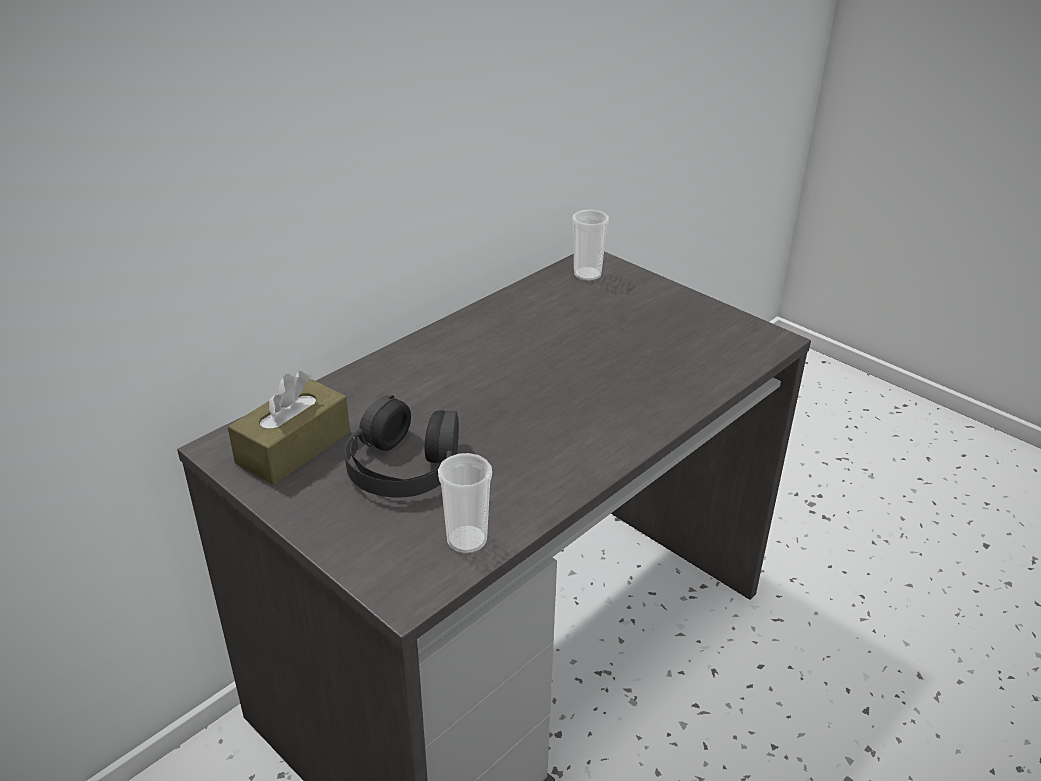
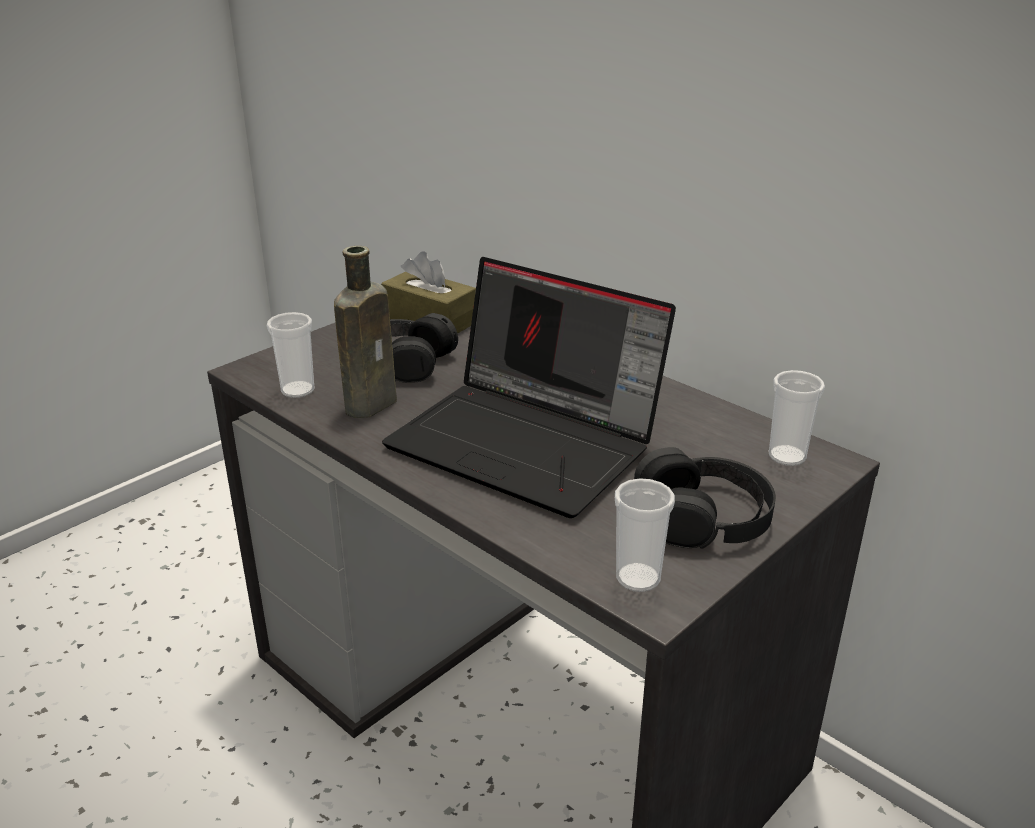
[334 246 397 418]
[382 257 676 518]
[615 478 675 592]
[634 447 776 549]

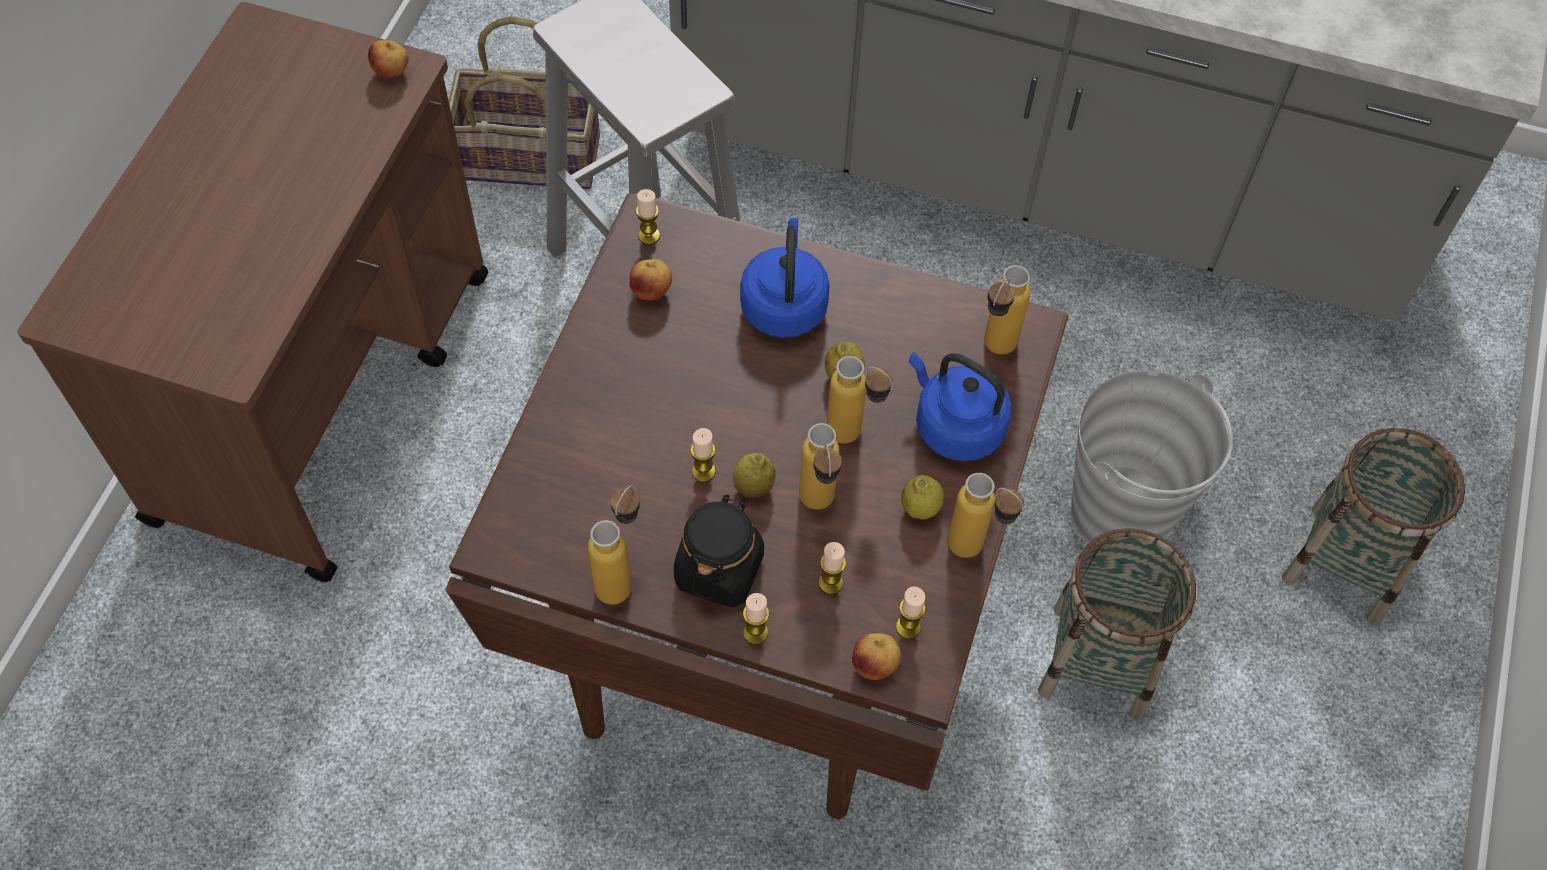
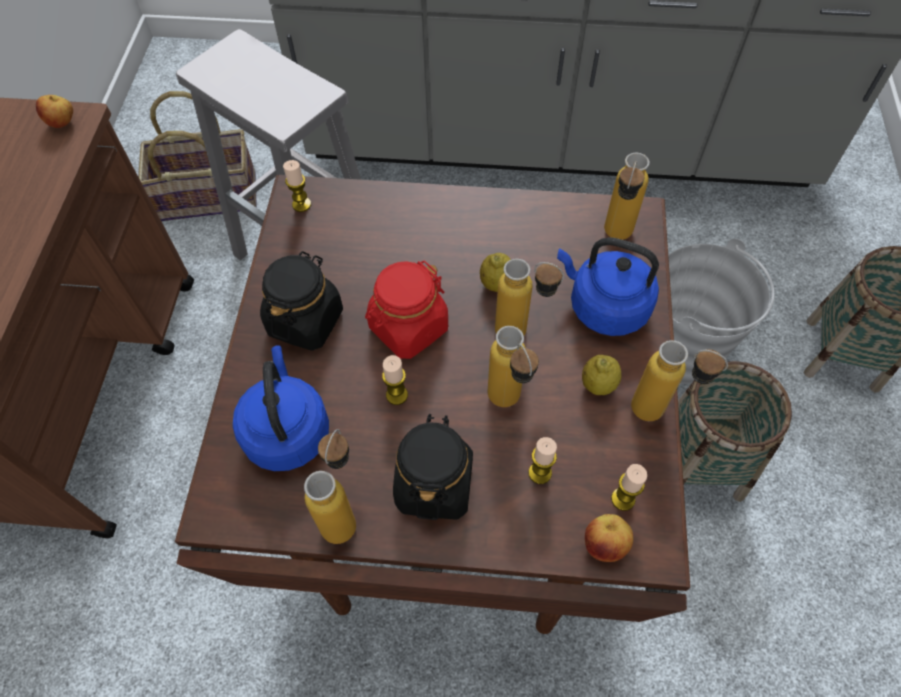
[629 259 672 301] (first image)
[733 453 776 498] (first image)
[743 593 769 645] (first image)
[260 251 343 351]
[365 261 448 359]
[233 345 329 471]

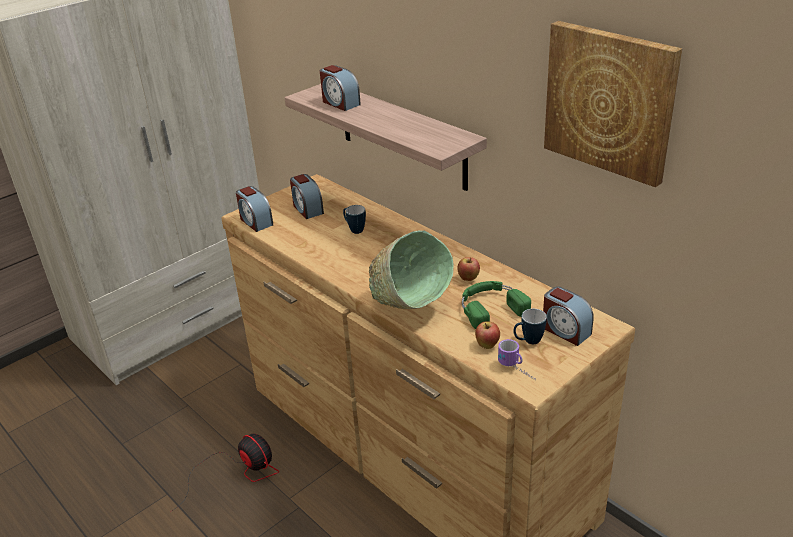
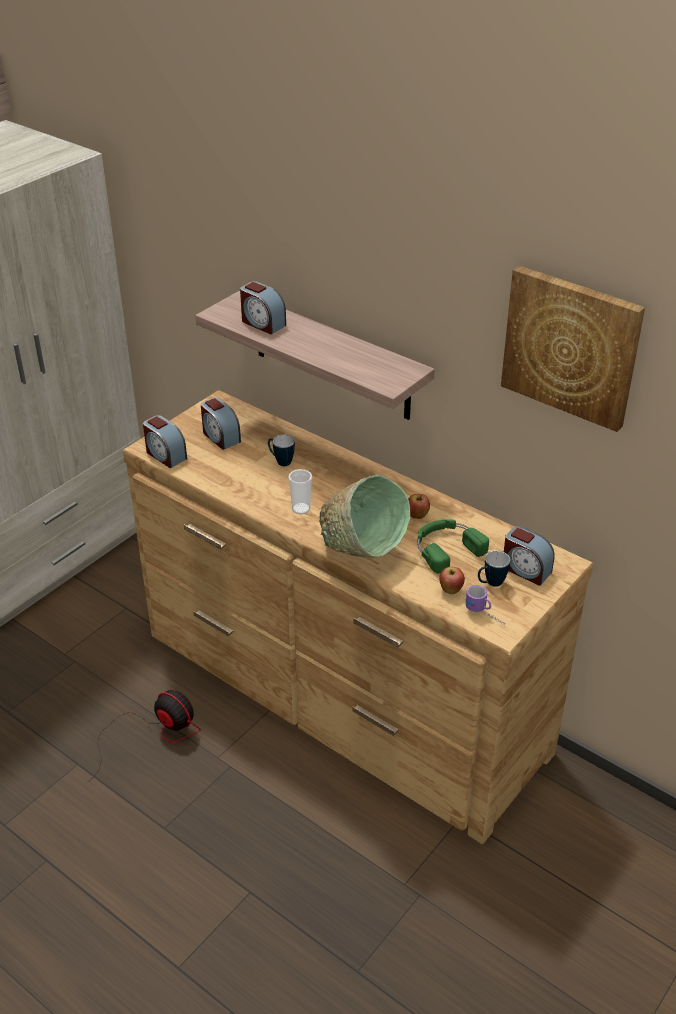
[288 469 312 514]

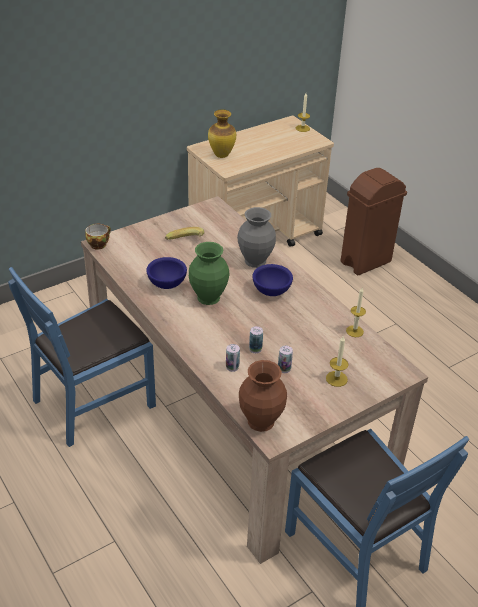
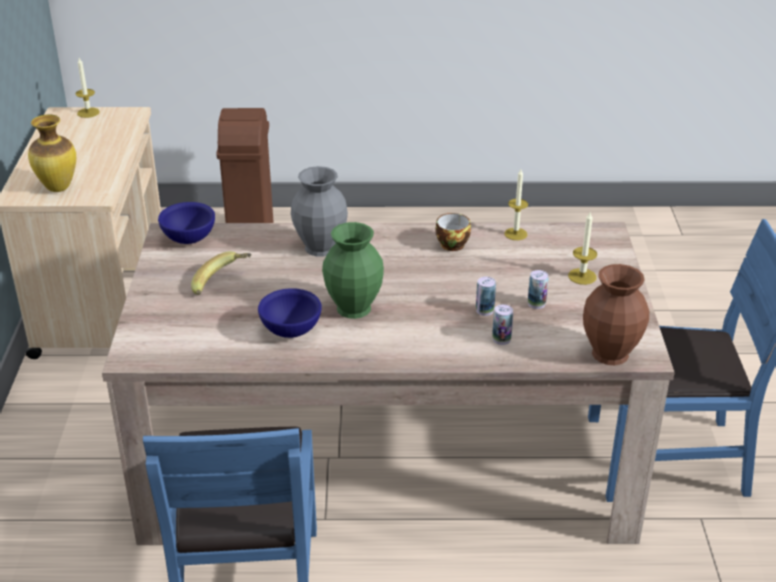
[436 213 471 251]
[158 202 215 244]

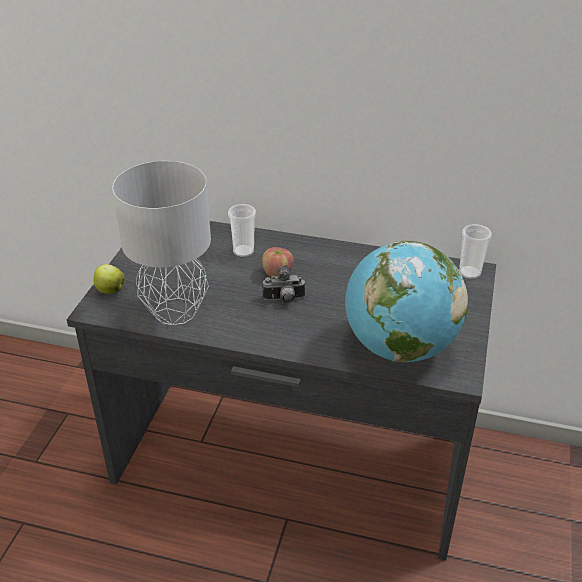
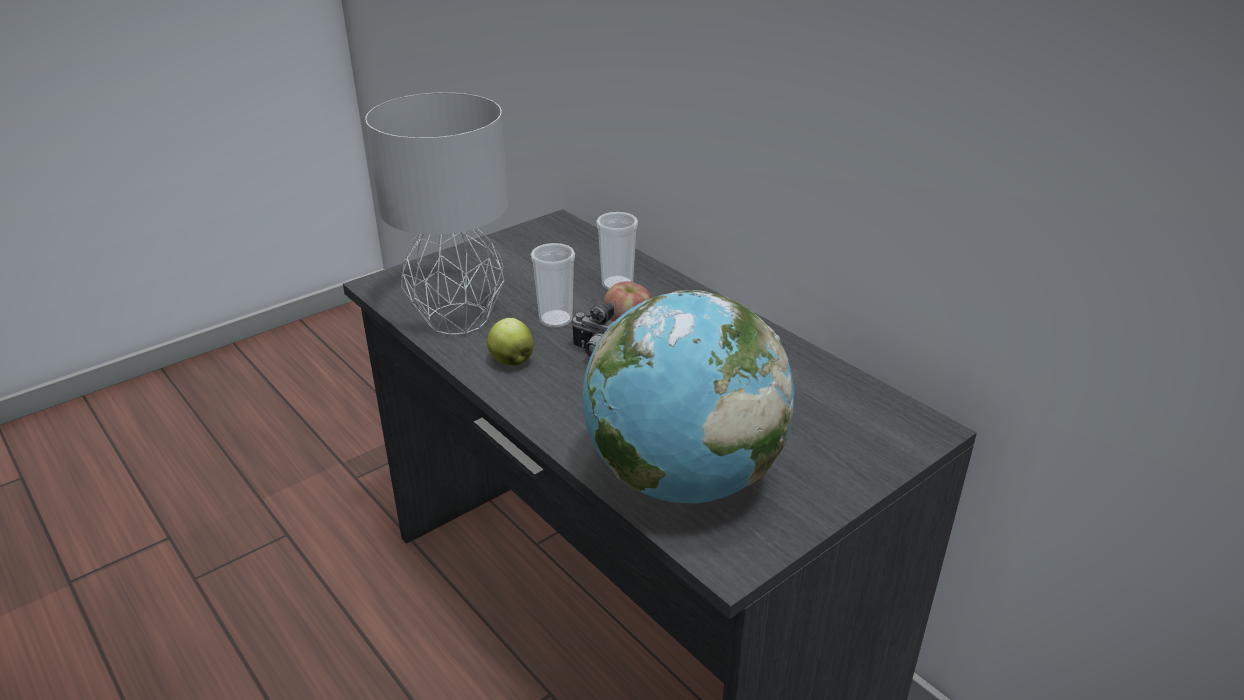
[487 318 534 365]
[531 243 575 328]

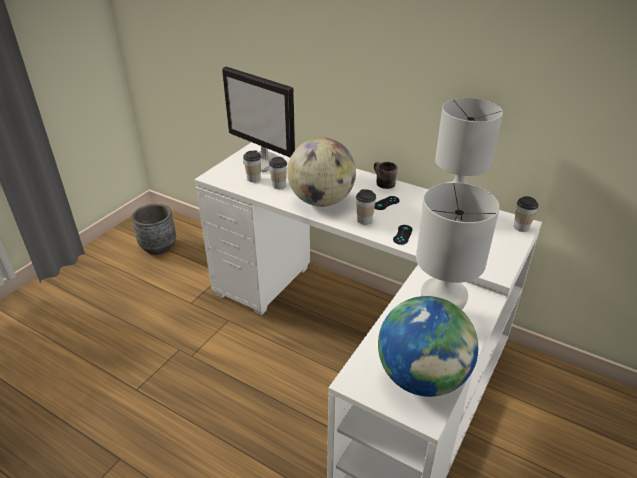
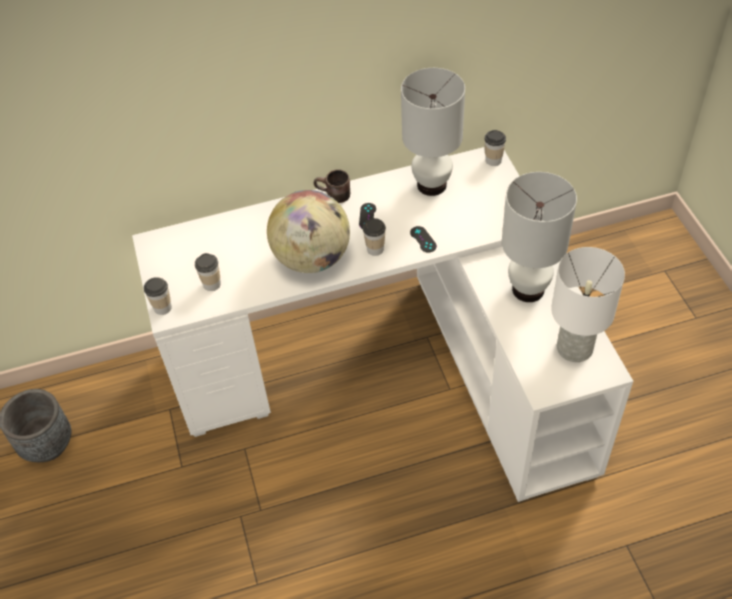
[222 67 295 172] (first image)
[144 277 172 315]
[551 247 625 362]

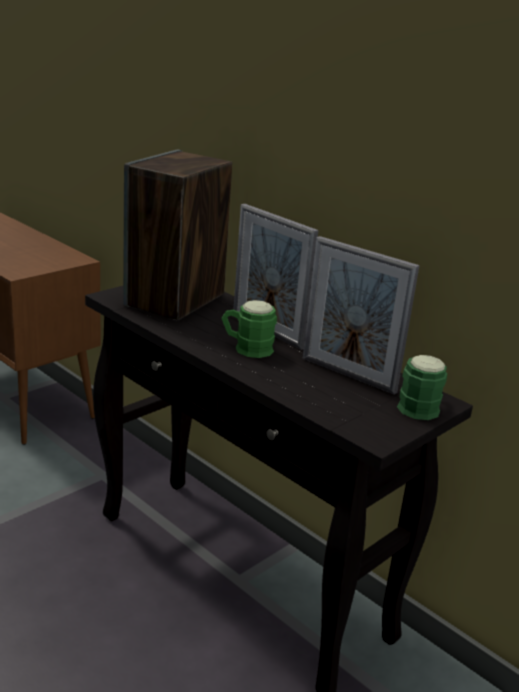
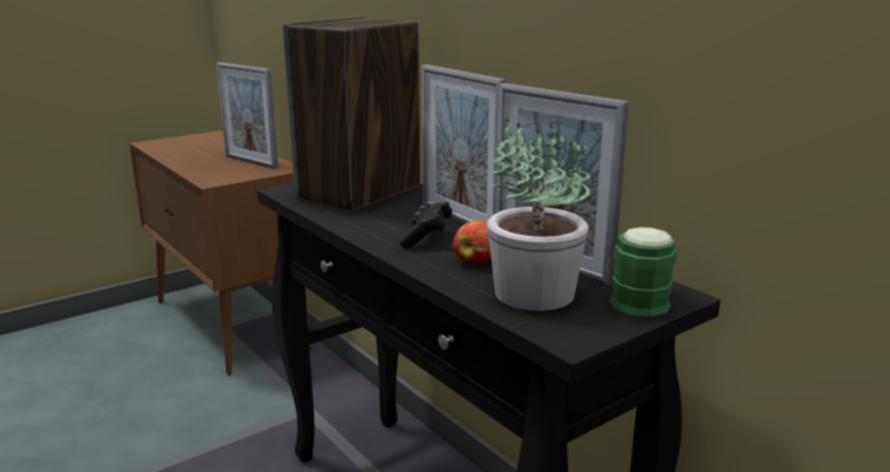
[216 62 278 169]
[453 220 491 264]
[487 115 590 311]
[400 202 453 248]

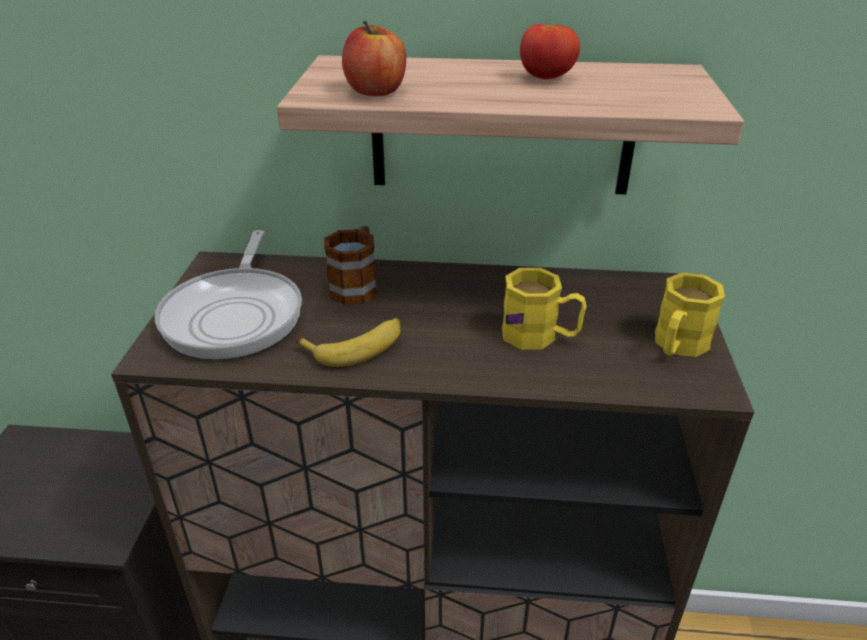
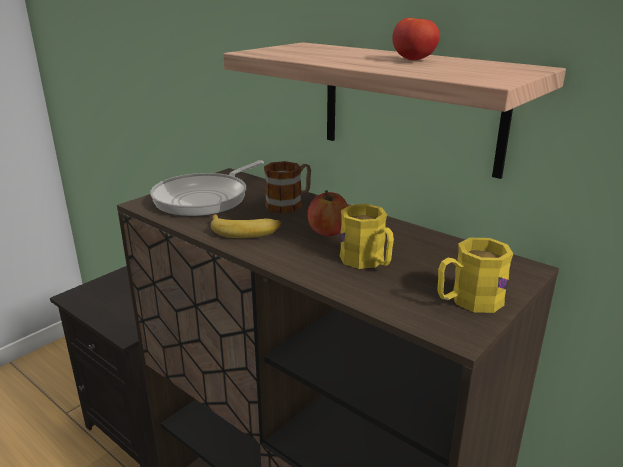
[308 190 348 236]

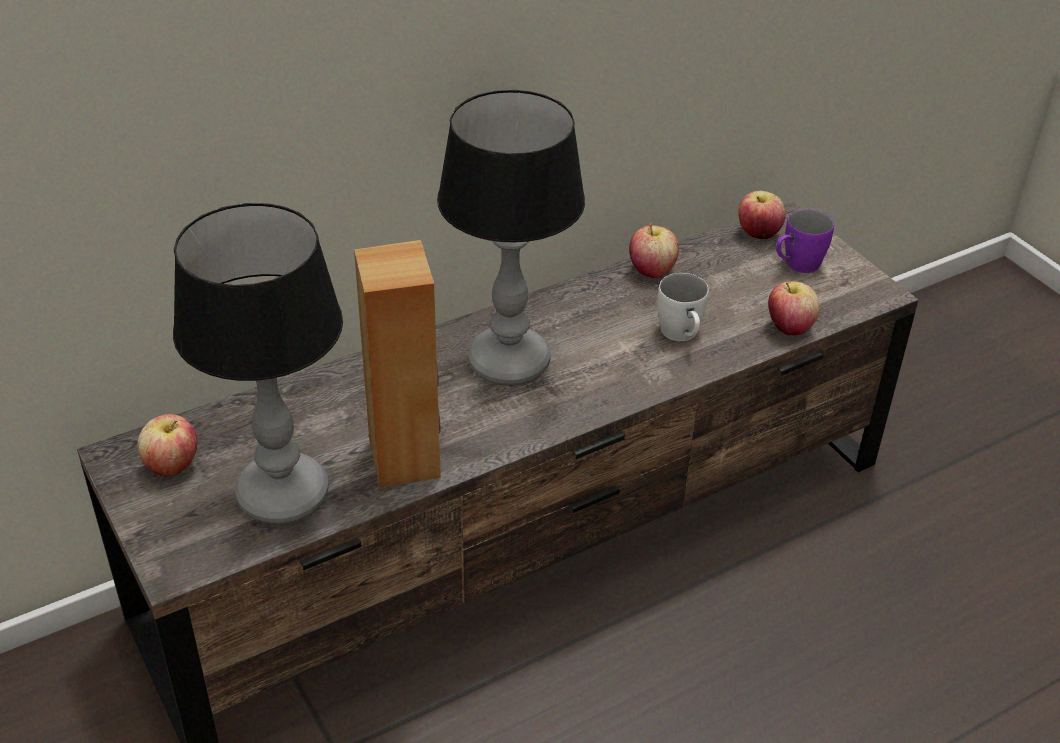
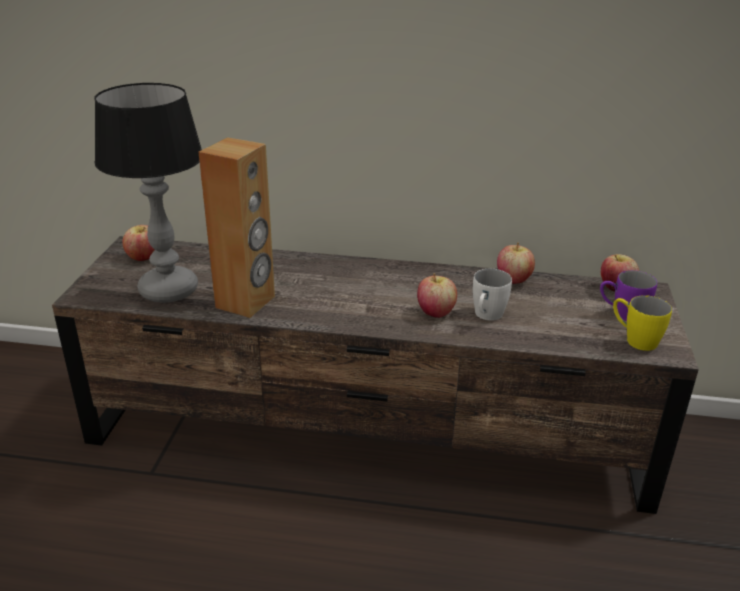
[437 90 585 386] (first image)
[613 295 672 351]
[417 273 457 318]

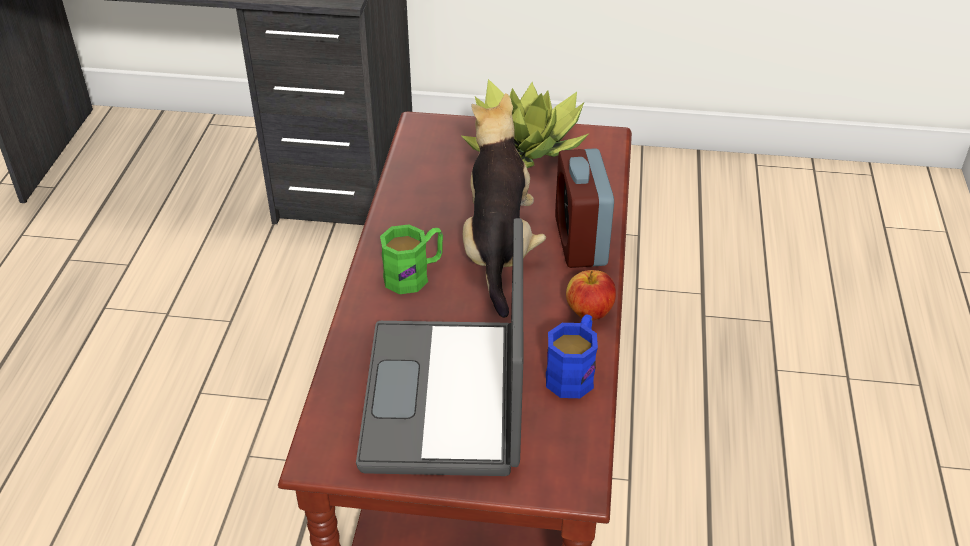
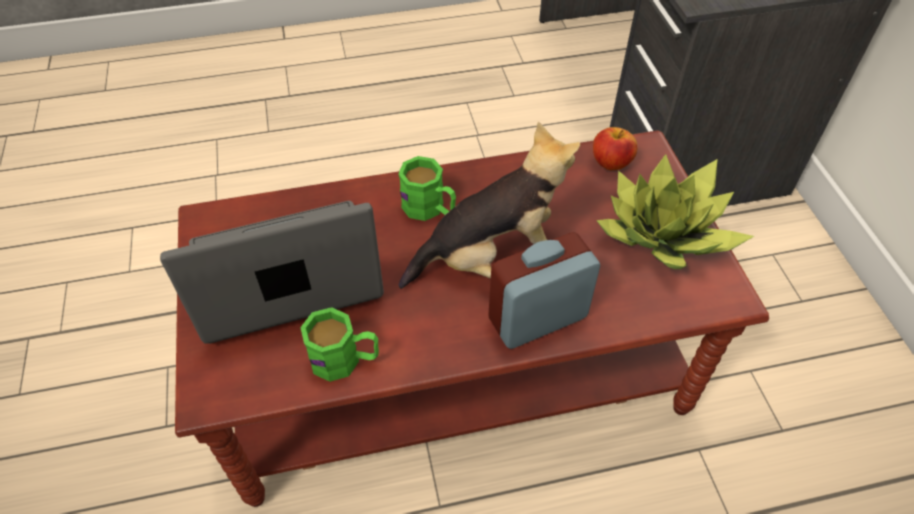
[593 127 637 170]
[300 307 379 382]

